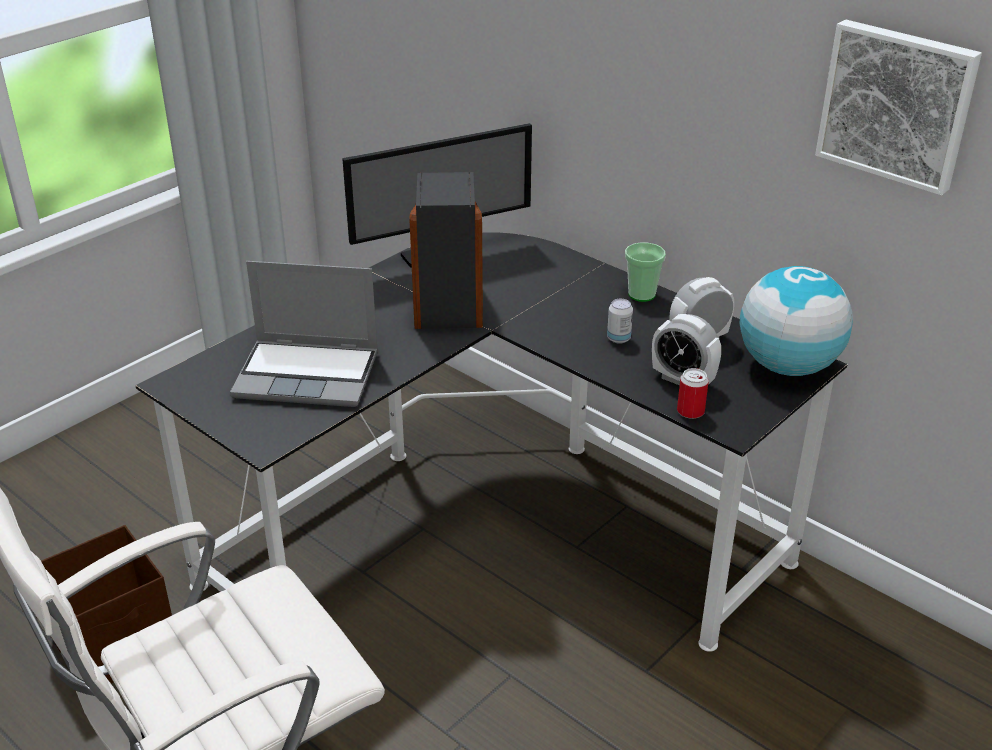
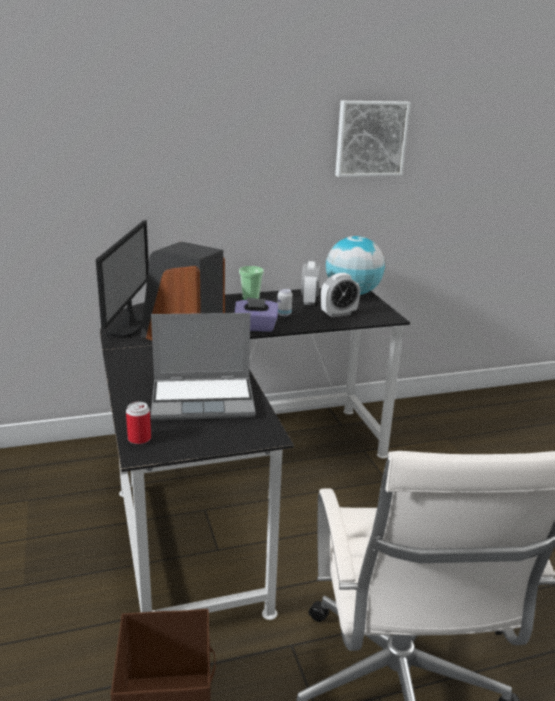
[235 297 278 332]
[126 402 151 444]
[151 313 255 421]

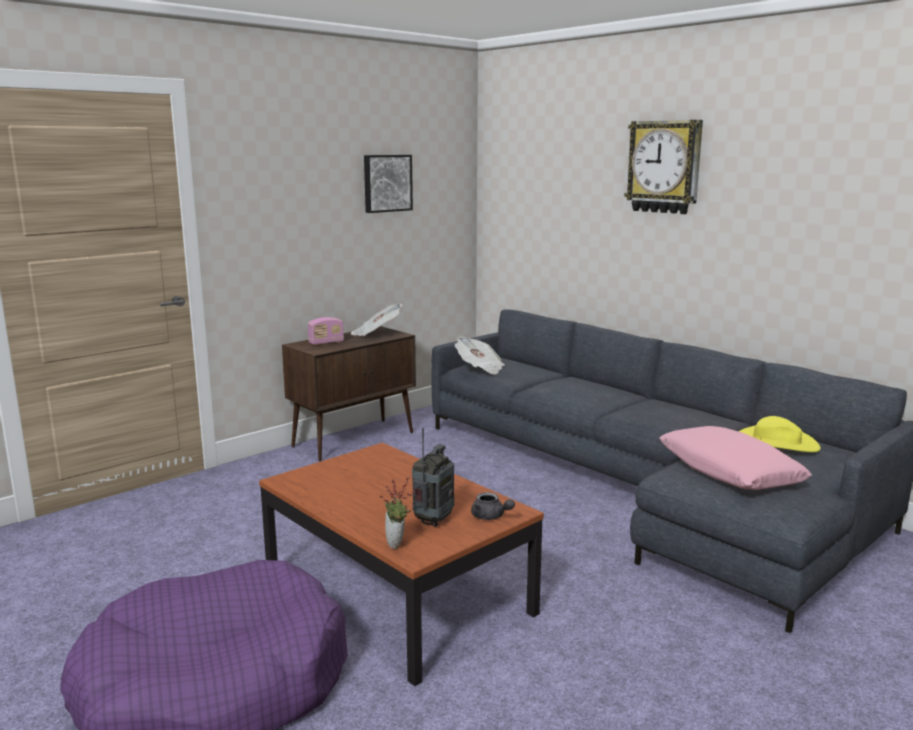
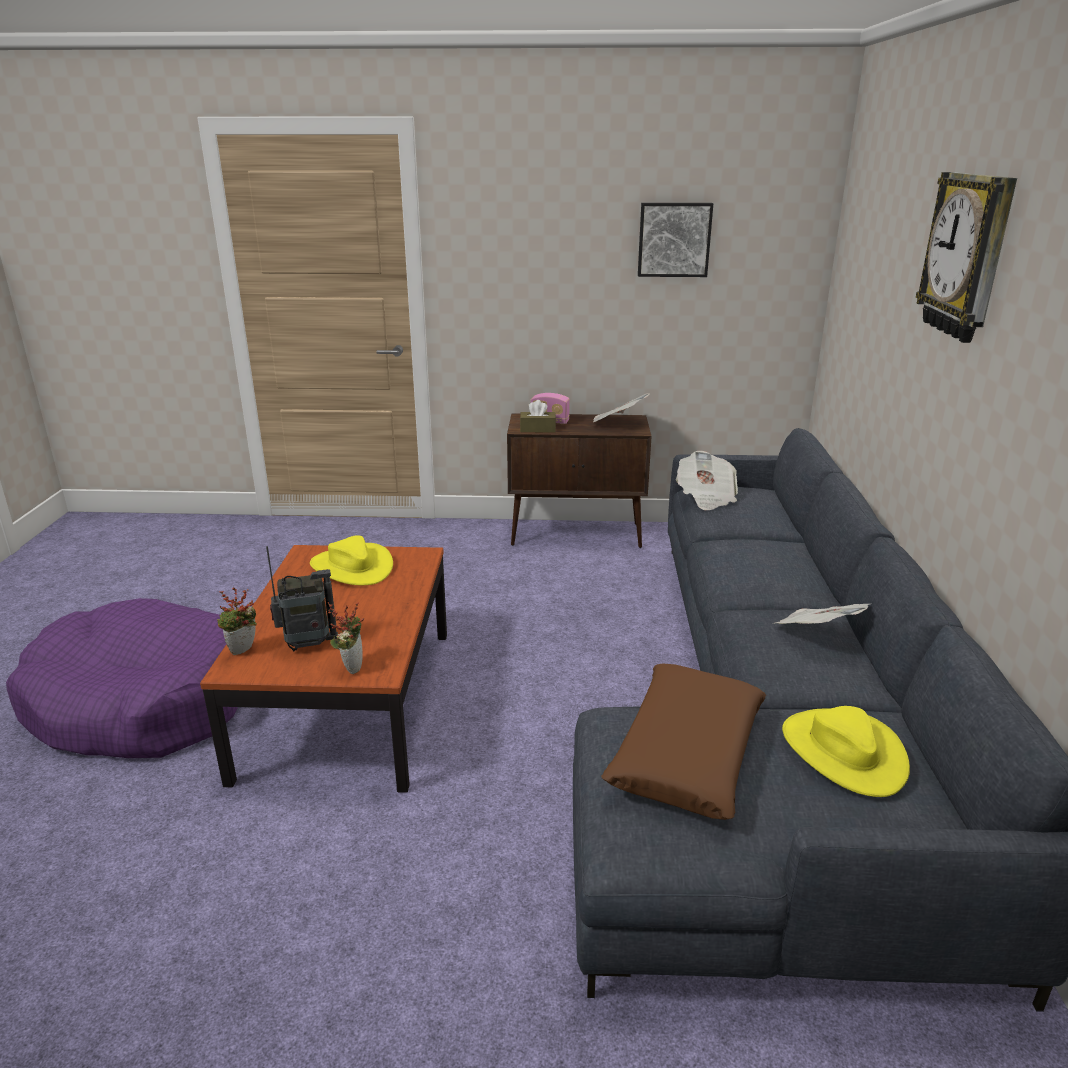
[310 535 393 585]
[520 400 556 432]
[773 604 870 624]
[328 602 364 674]
[601 664 766 820]

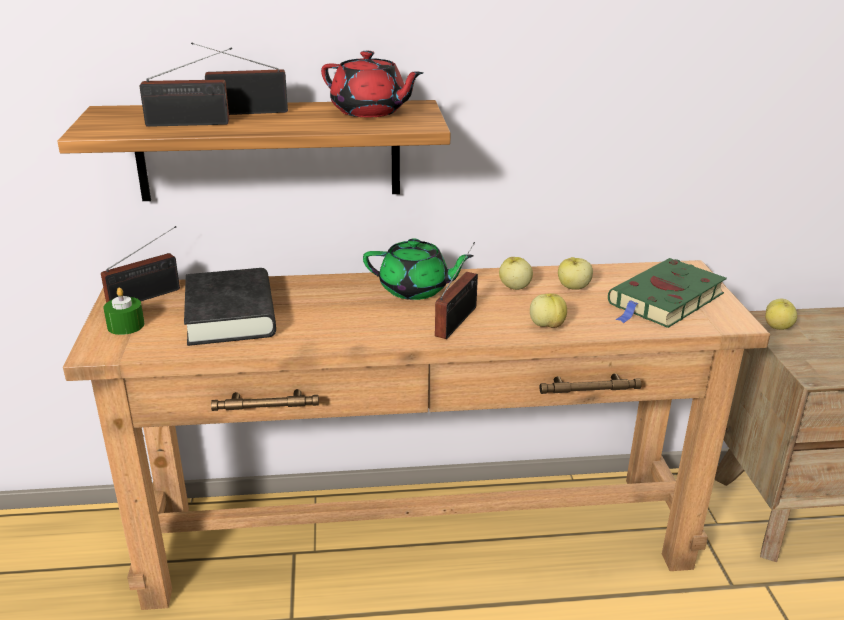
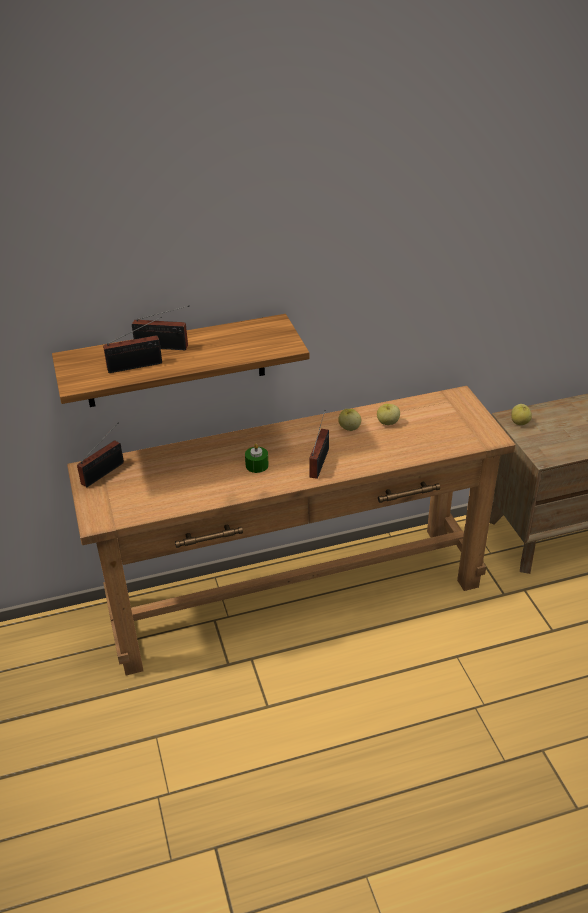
[184 268 276 346] (first image)
[321 51 424 118] (first image)
[363 238 474 300] (first image)
[530 293 567 328] (first image)
[608 258 727 328] (first image)
[245 444 269 473]
[132 305 190 350]

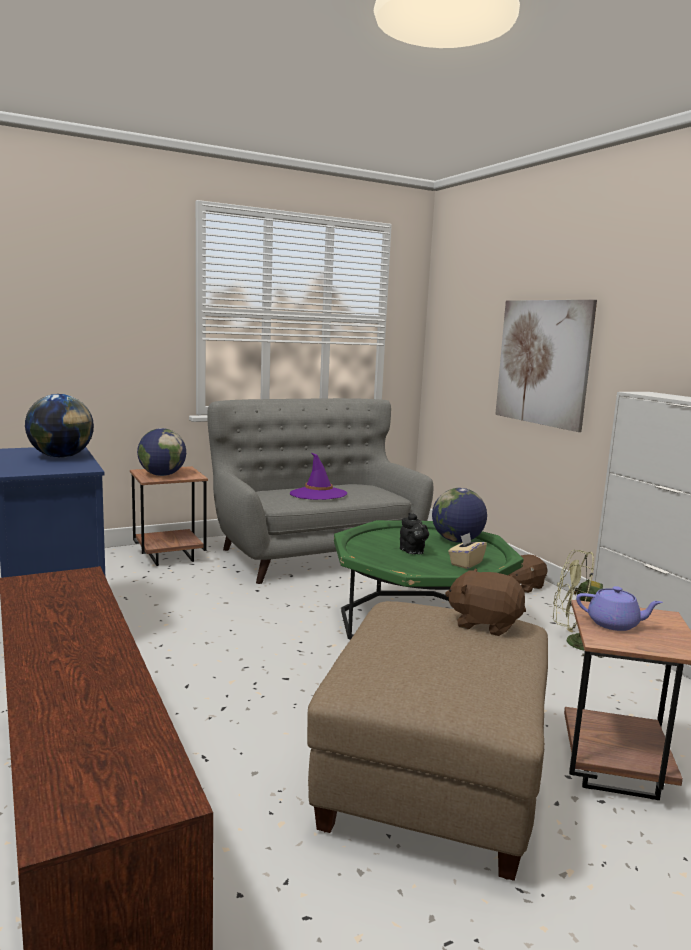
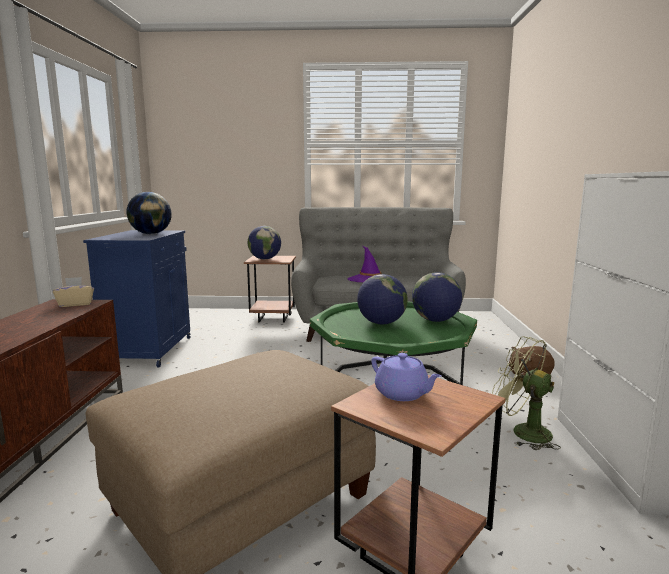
[445 569 526 636] (first image)
[495 300 597 432] (first image)
[53 277 94 307]
[357 274 408 324]

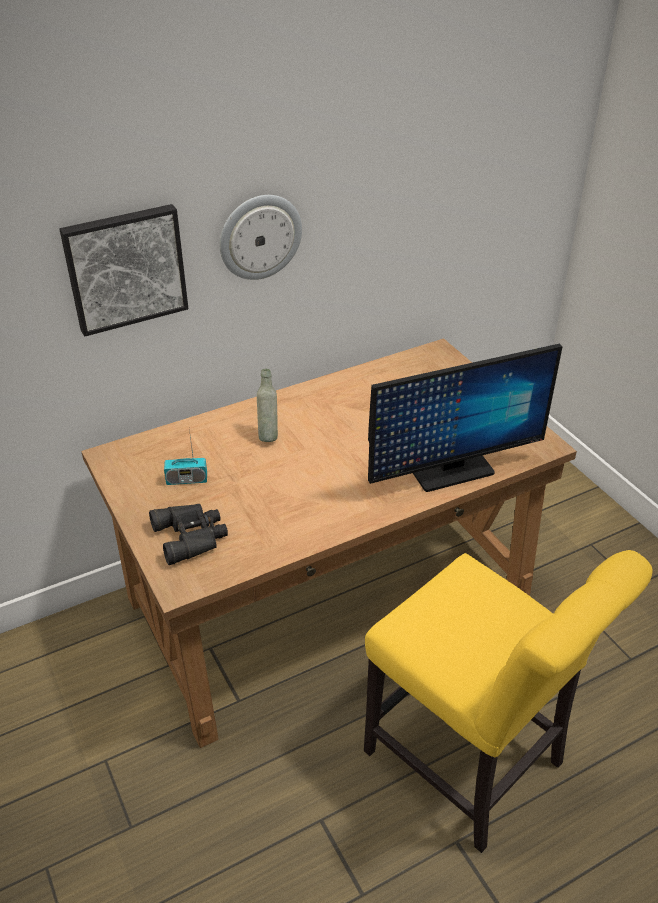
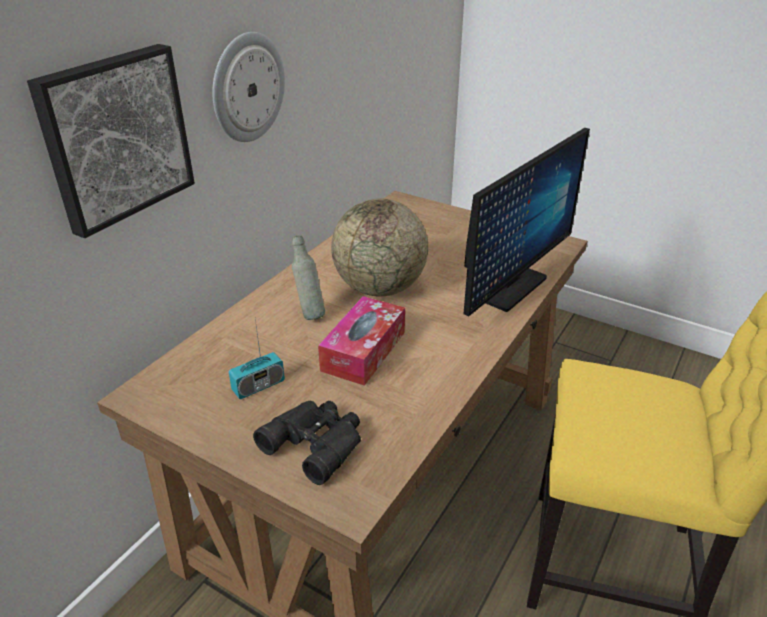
[318 296 405 386]
[331 198 428 296]

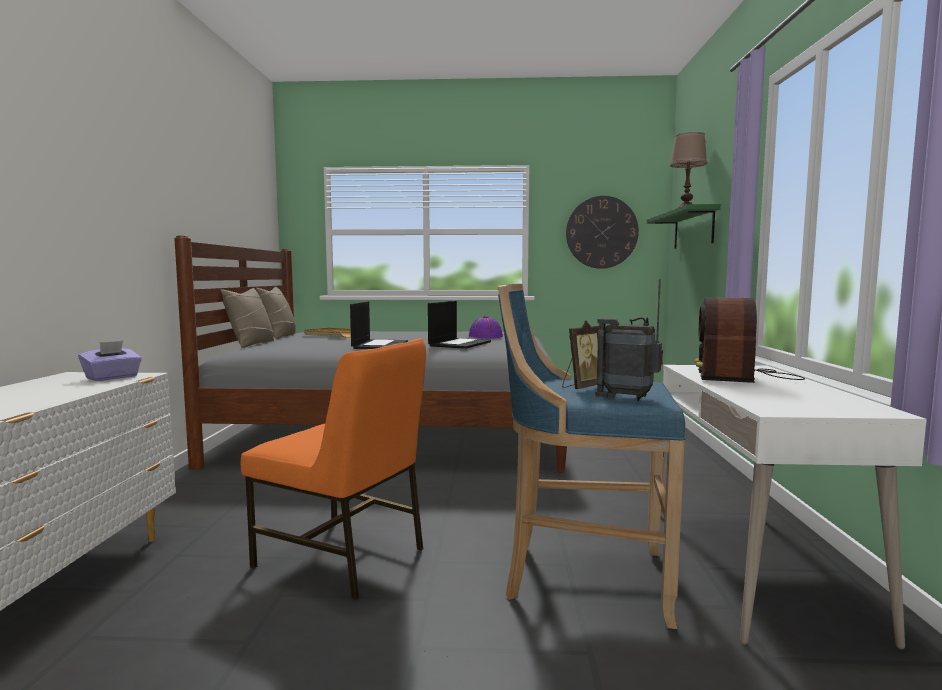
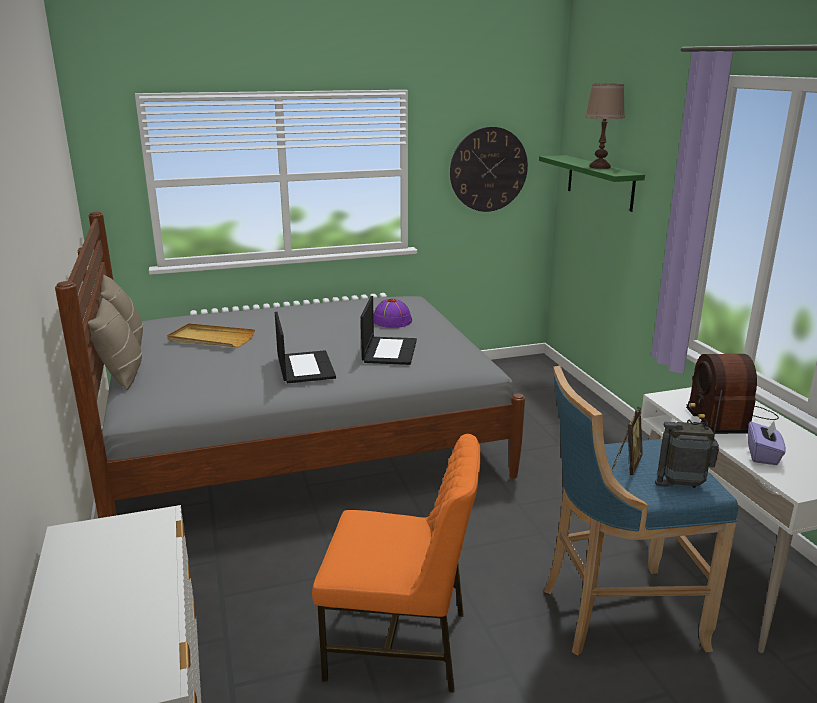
[748 421 786 465]

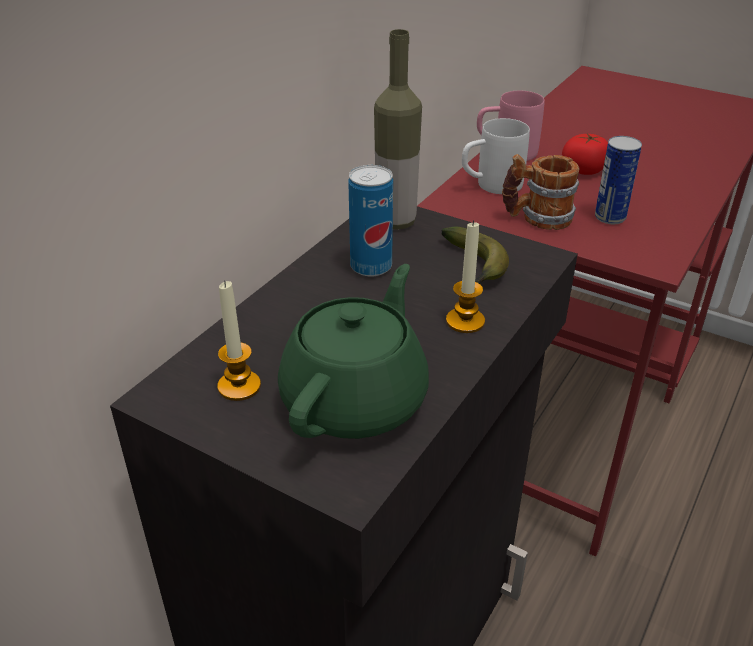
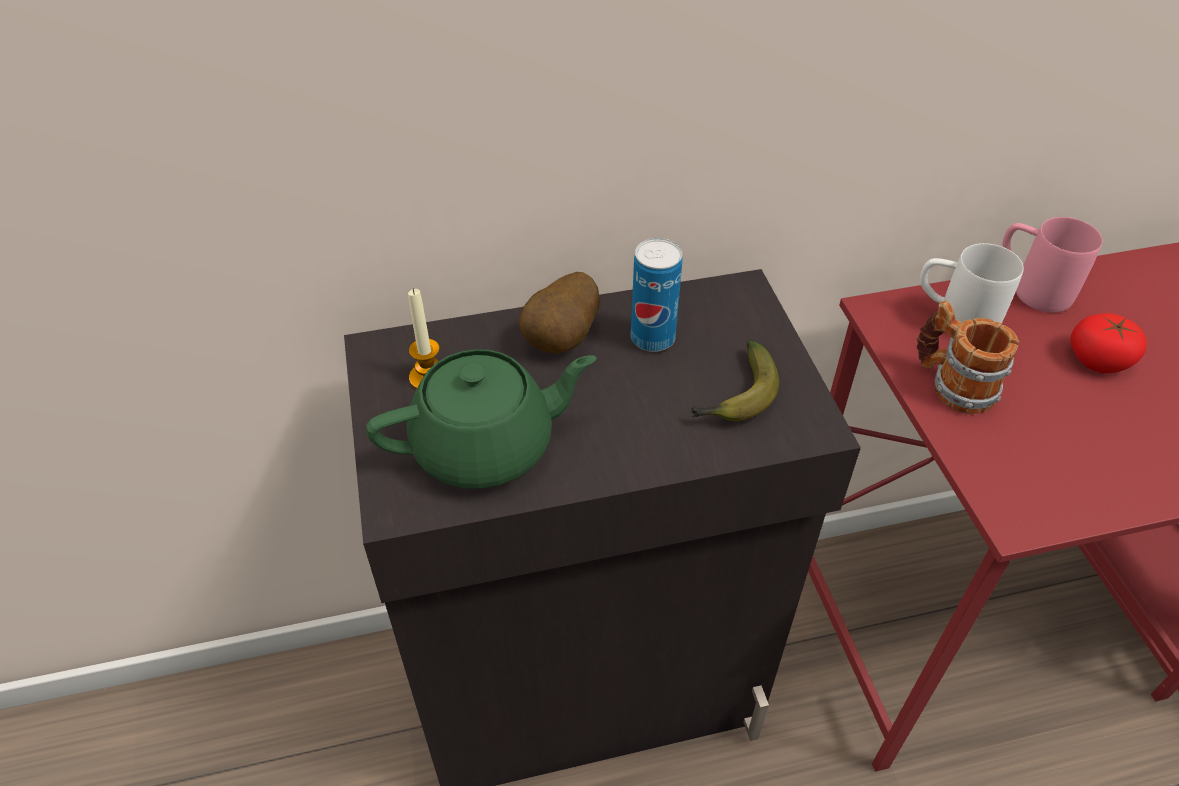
[374 29 422 230] (first image)
[446 220 485 333] (first image)
[595 136 642 224] (first image)
[519 272 600 354]

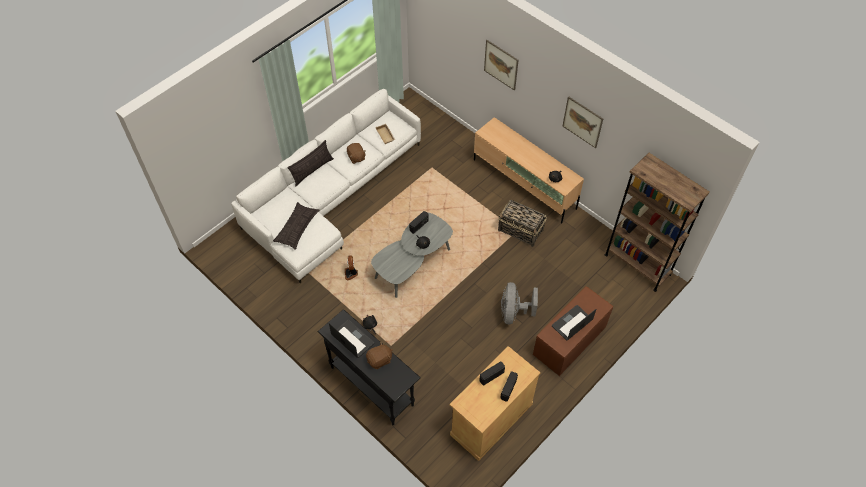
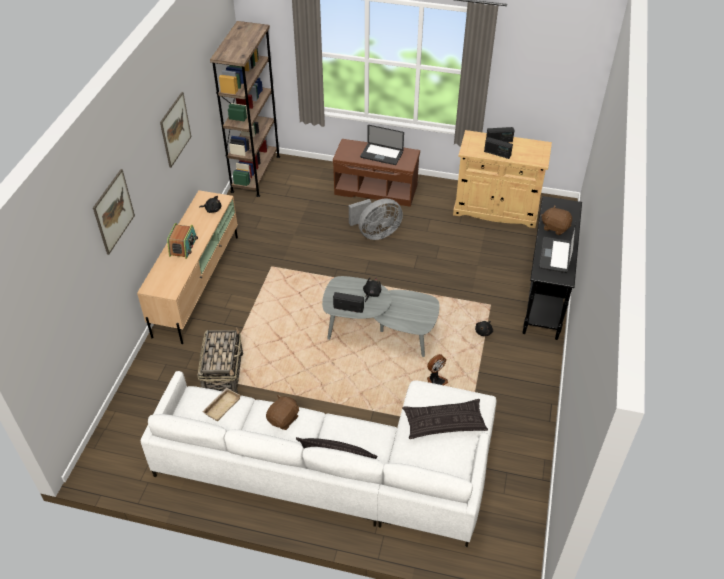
[167 223 198 259]
[198 327 243 394]

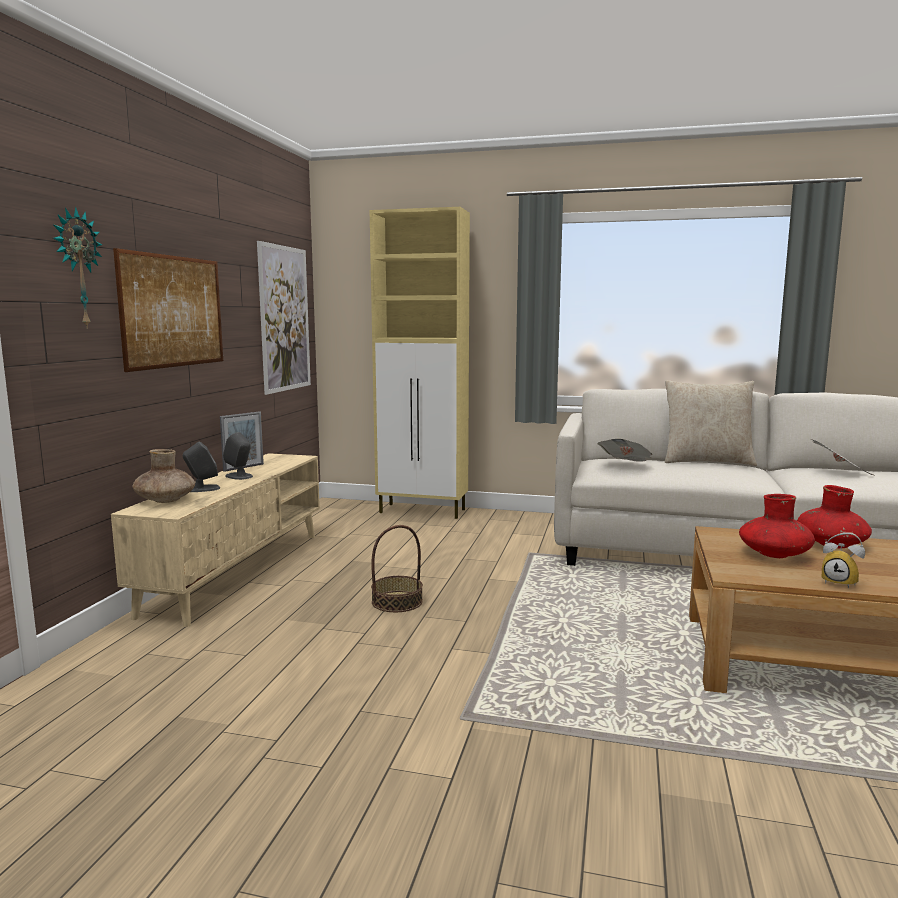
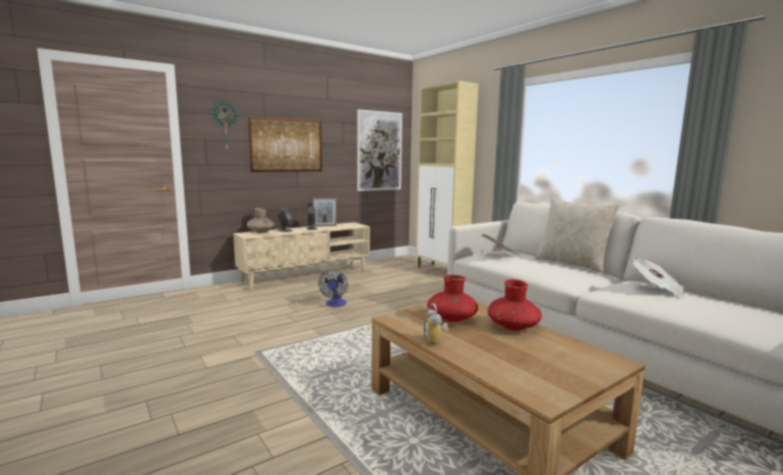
[318 270 348 307]

